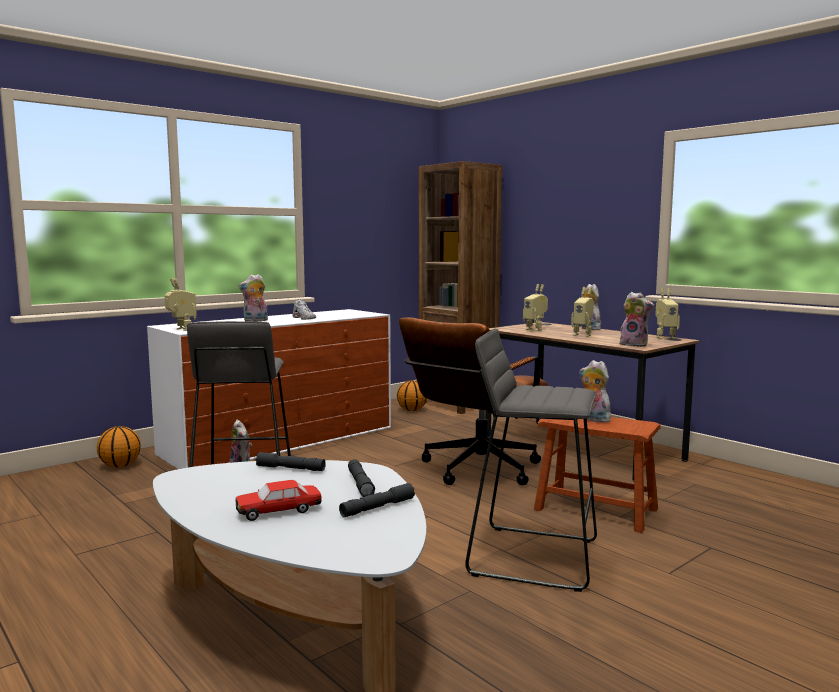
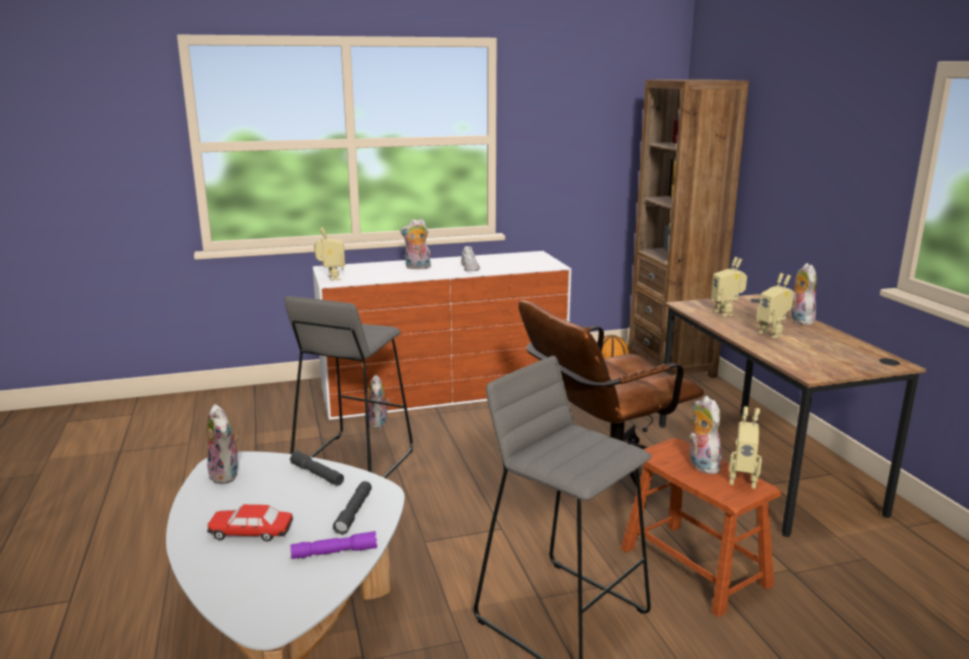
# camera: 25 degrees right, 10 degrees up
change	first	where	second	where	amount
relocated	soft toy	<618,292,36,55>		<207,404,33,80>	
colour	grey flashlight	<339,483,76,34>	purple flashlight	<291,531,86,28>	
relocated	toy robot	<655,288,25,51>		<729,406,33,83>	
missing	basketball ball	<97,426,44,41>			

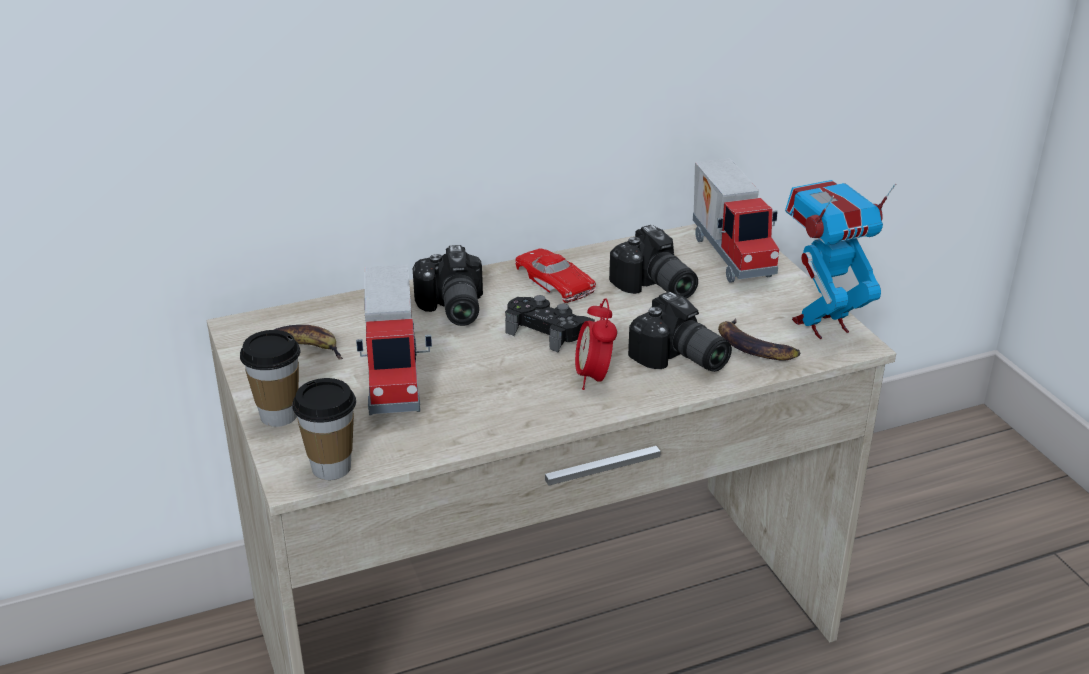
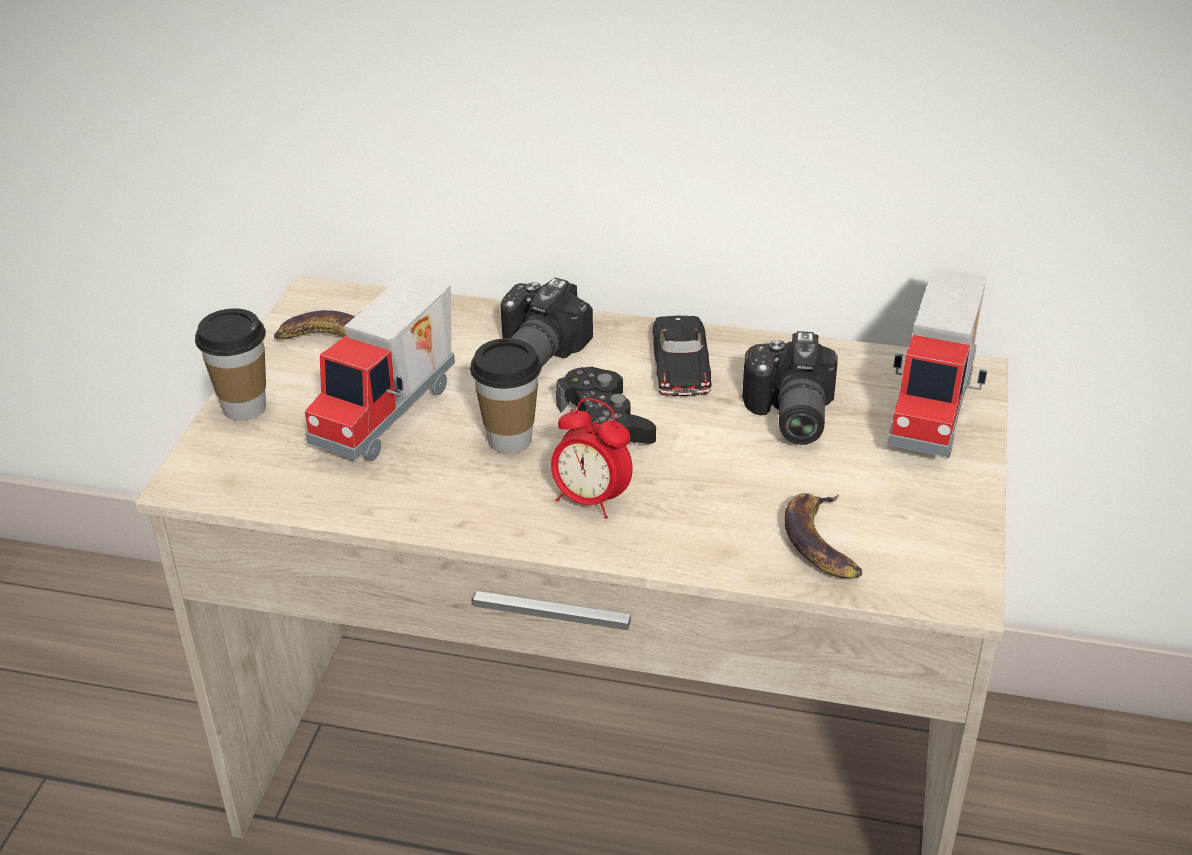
# camera: 35 degrees right, 5 degrees up
change	first	where	second	where	amount
relocated	small cup	<292,378,64,102>		<470,338,72,116>	
spun	alarm clock	<575,298,42,92>		<551,398,82,121>	90 degrees counterclockwise
colour	reddish model car	<515,248,81,55>	black model car	<652,316,60,81>	
missing	still camera	<628,291,104,81>			
missing	toy robot	<785,180,111,159>			

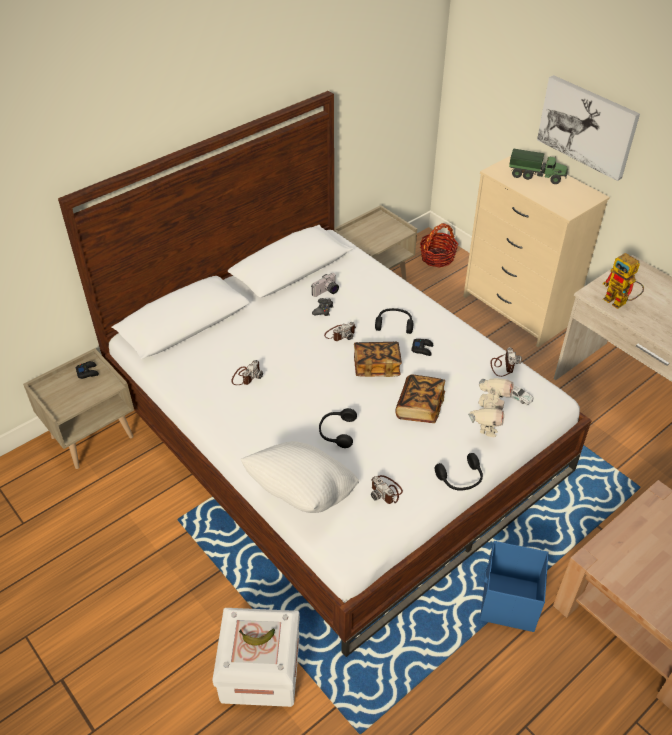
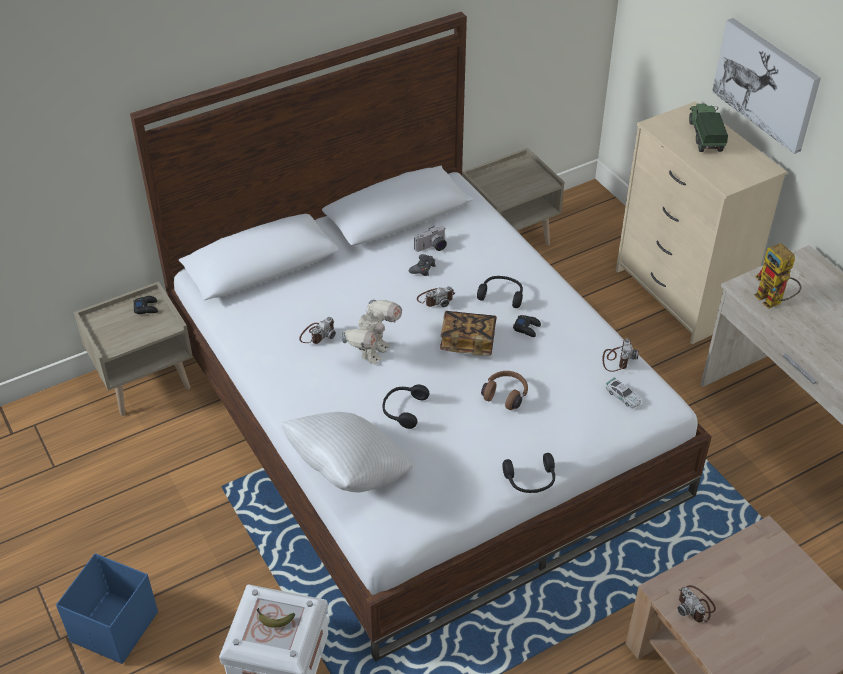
# camera: 10 degrees right, 0 degrees up
change	first	where	second	where	amount
relocated	blue-coloured storage bin	<480,541,69,91>		<56,553,102,111>	
relocated	toy robot	<468,378,46,59>		<340,300,62,64>	
exchanged	volume	<395,375,50,48>	brown pair of headphones	<481,371,47,39>	
relocated	still camera	<371,475,32,29>		<678,585,38,38>	
spun	model truck	<509,148,59,36>		<689,104,39,48>	120 degrees counterclockwise
missing	basket	<420,223,38,45>			

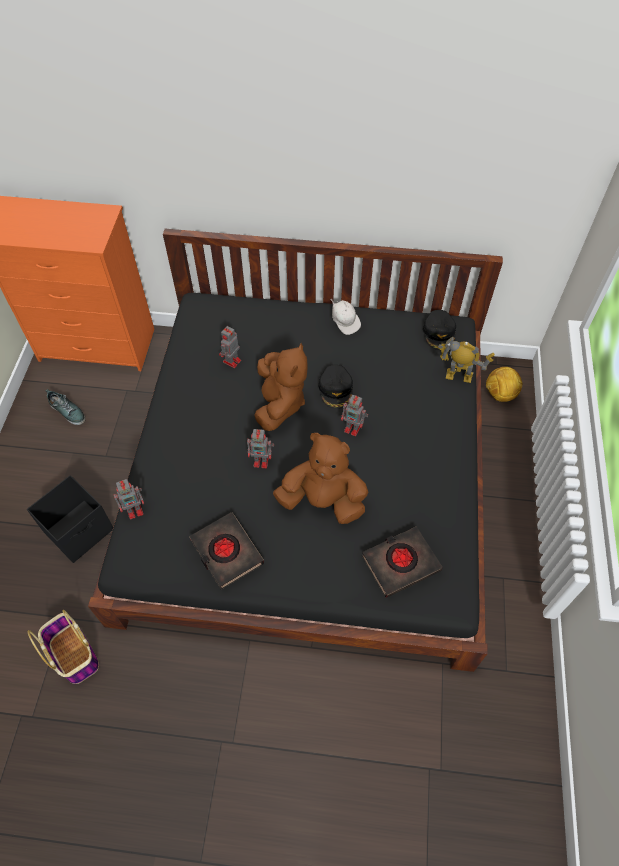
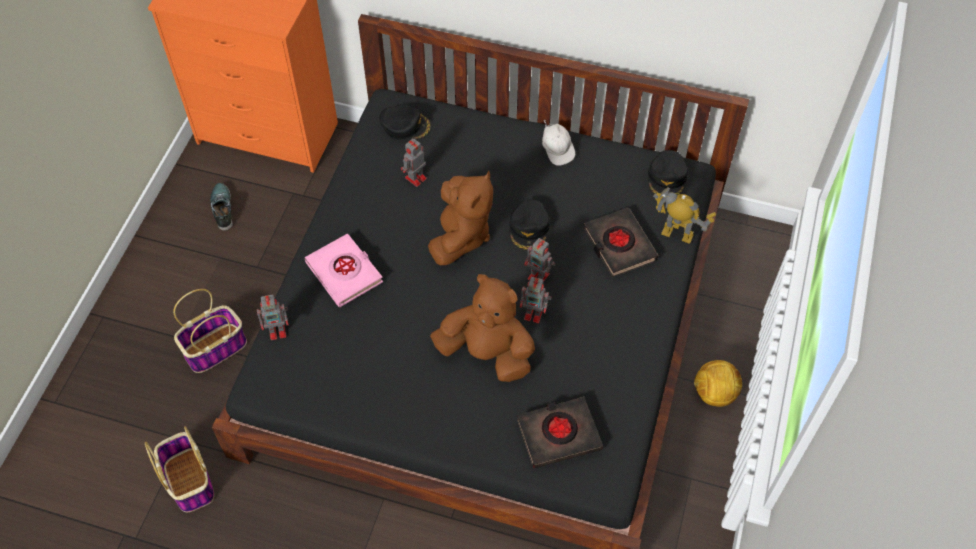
# camera: 10 degrees right, 0 degrees up
change	first	where	second	where	amount
exchanged	black storage bin	<27,475,86,88>	basket	<173,289,74,84>	
spun	shoe	<45,389,40,36>		<210,183,23,48>	150 degrees counterclockwise
appeared			pinkish volume	<305,233,78,74>	
appeared			black baseball cap	<379,105,53,34>	
relocated	toy robot	<247,429,27,39>		<520,277,32,46>	
relocated	black volume	<189,512,75,77>		<584,207,74,70>	
relocated	ball for football	<486,367,36,35>		<694,360,48,47>	

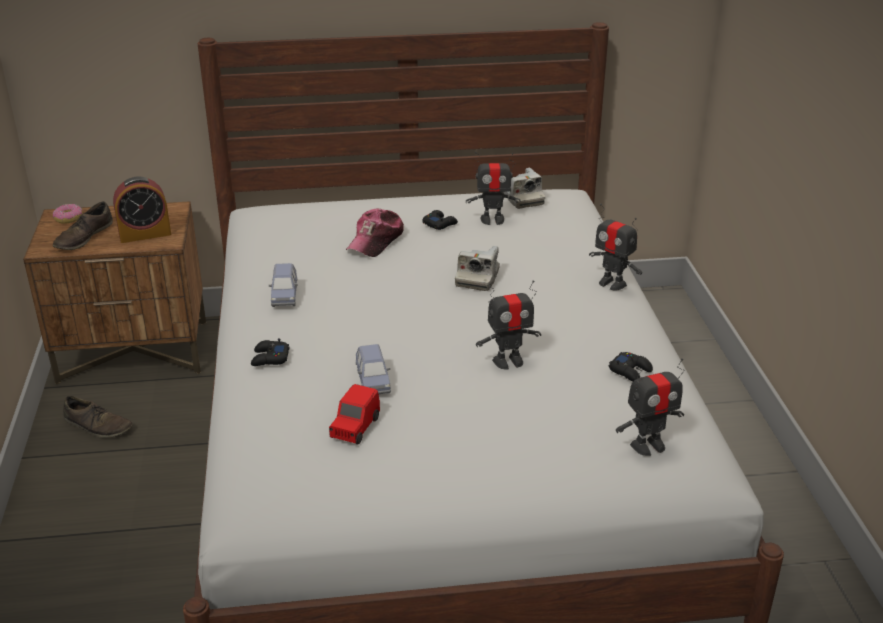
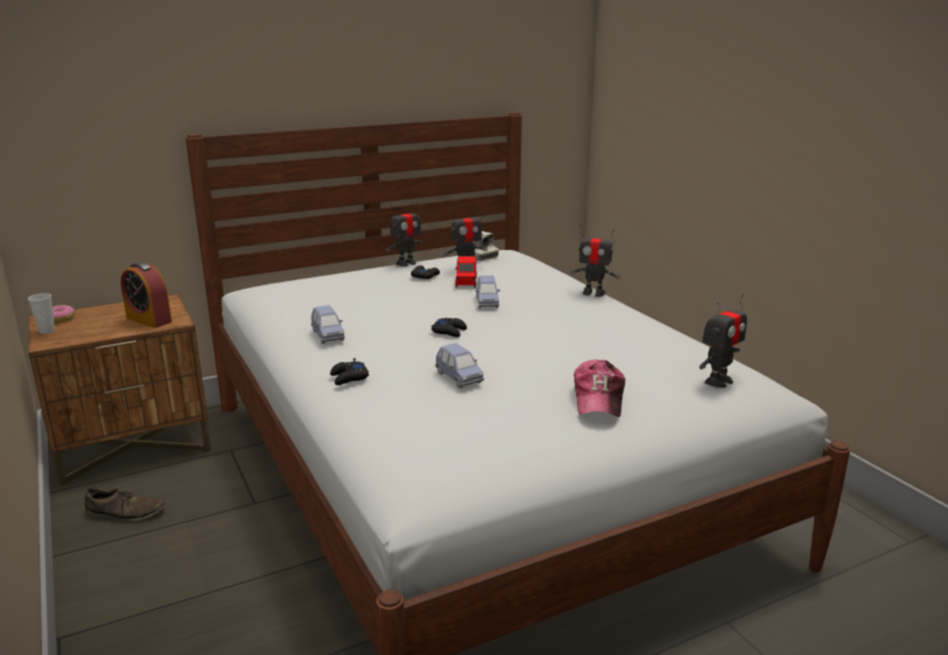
# camera: 20 degrees left, 10 degrees down
change	first	where	second	where	amount
appeared			small cup	<28,293,27,41>	
spun	alarm clock	<113,176,58,67>		<121,262,51,66>	75 degrees clockwise
relocated	toy robot	<476,280,65,90>		<385,202,40,64>	
relocated	black joypad	<609,352,44,30>		<431,318,36,19>	
relocated	reddish model car	<329,384,51,61>		<455,256,22,31>	
exchanged	still camera	<455,246,45,45>	blue-coloured model car	<476,275,24,34>	
relocated	baseball cap	<346,209,58,48>		<574,360,51,57>	
missing	brown shoe	<53,202,60,48>			

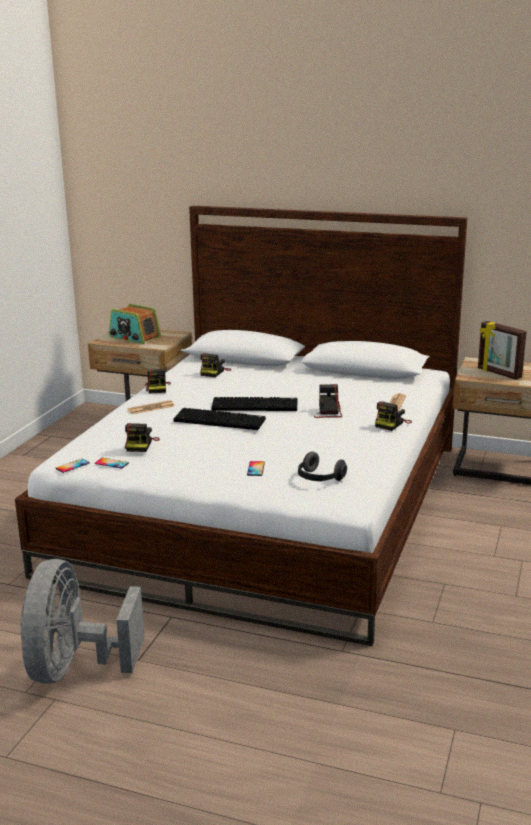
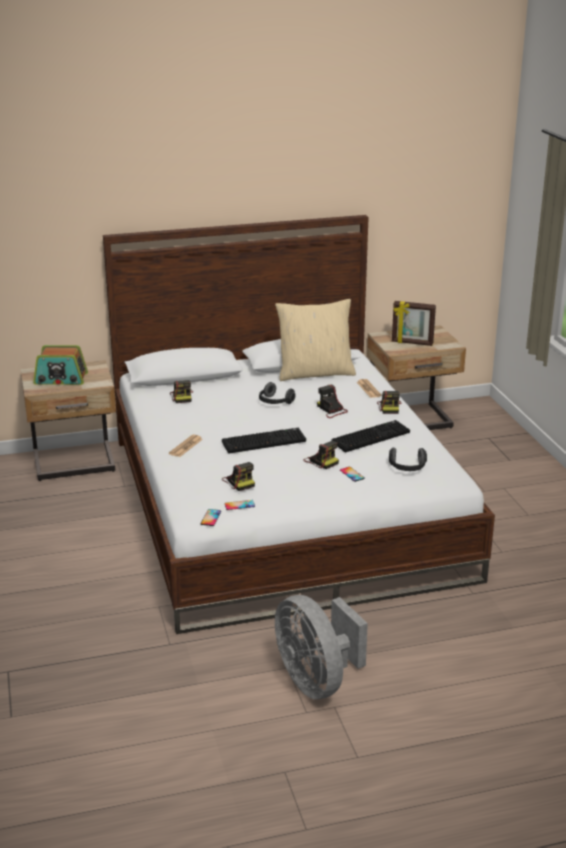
# camera: 35 degrees left, 5 degrees up
change	first	where	second	where	amount
appeared			pair of headphones	<259,382,37,22>	
appeared			sand-coloured cushion	<275,299,81,82>	
relocated	still camera	<145,369,26,25>		<303,441,36,28>	
relocated	keyboard	<211,397,86,14>		<331,420,79,32>	

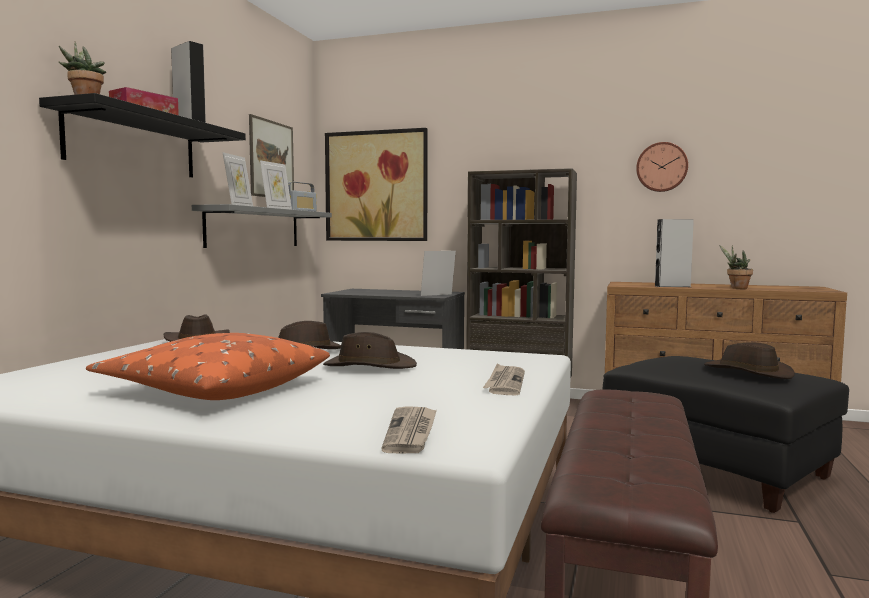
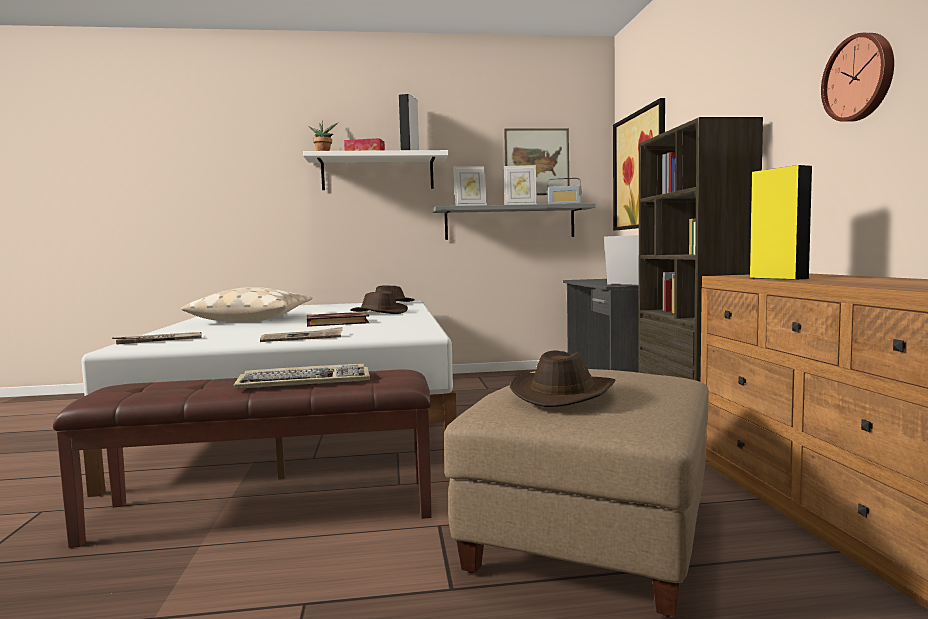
# camera: 65 degrees right, 0 degrees up
change	first	where	second	where	amount
colour	orange-coloured cushion	<86,333,244,67>	sand-coloured cushion	<181,287,131,35>	
appeared			keyboard	<234,364,136,24>	
colour	black wall shelf	<39,93,207,84>	whitish wall shelf	<303,150,145,40>	
exchanged	brown wearable hat	<323,332,94,37>	volume	<307,312,62,15>	
colour	black pouffe	<603,356,246,157>	sand-coloured pouffe	<444,369,265,248>	
colour	grey speaker	<655,219,39,68>	yellow speaker	<750,165,62,115>	
missing	houseplant	<719,245,34,44>			

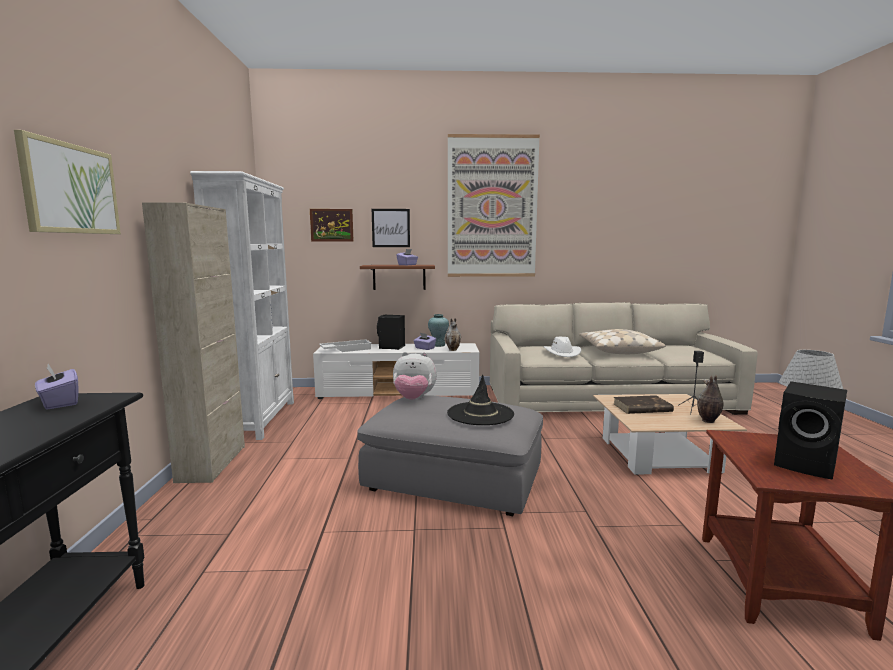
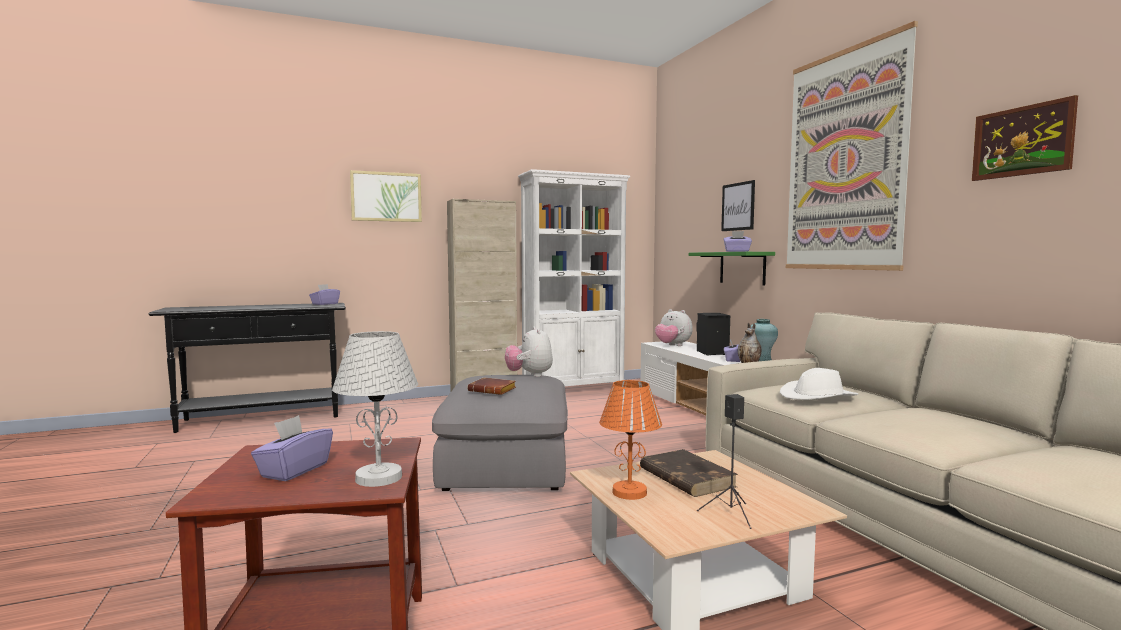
# camera: 70 degrees right, 5 degrees down
change	first	where	second	where	amount
exchanged	black speaker	<774,381,73,99>	purple tissue holder	<251,415,82,66>	
exchanged	black wearable hat	<447,374,67,51>	brown volume	<468,377,48,18>	
appeared			orange-coloured tabletop lamp	<599,380,63,120>	
exchanged	whitish carrying tray	<319,339,53,13>	soft toy	<655,309,38,37>	
colour	brown wall shelf	<360,265,75,25>	greenish wall shelf	<689,252,86,33>	
relocated	picture	<310,209,44,33>		<972,95,106,86>	
missing	sand-coloured cushion	<579,329,87,25>			
missing	vase	<697,375,26,48>			

